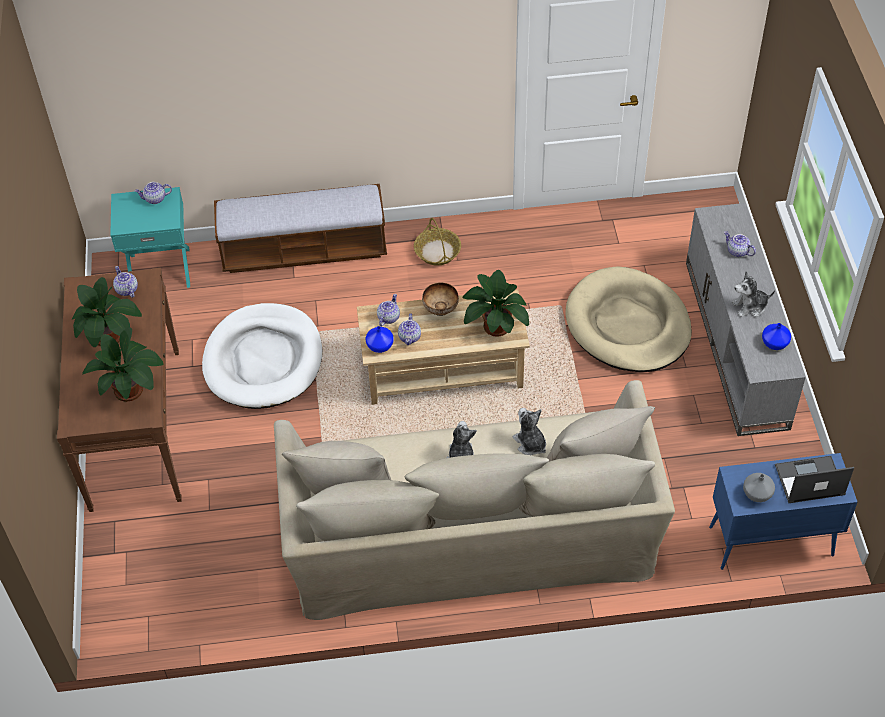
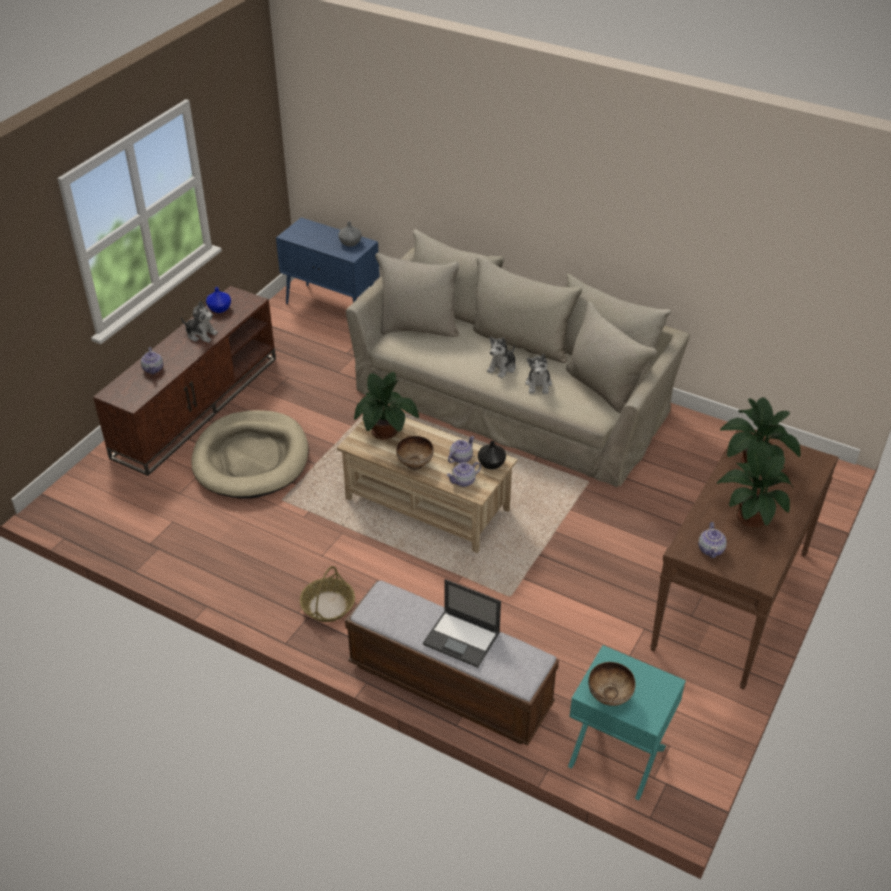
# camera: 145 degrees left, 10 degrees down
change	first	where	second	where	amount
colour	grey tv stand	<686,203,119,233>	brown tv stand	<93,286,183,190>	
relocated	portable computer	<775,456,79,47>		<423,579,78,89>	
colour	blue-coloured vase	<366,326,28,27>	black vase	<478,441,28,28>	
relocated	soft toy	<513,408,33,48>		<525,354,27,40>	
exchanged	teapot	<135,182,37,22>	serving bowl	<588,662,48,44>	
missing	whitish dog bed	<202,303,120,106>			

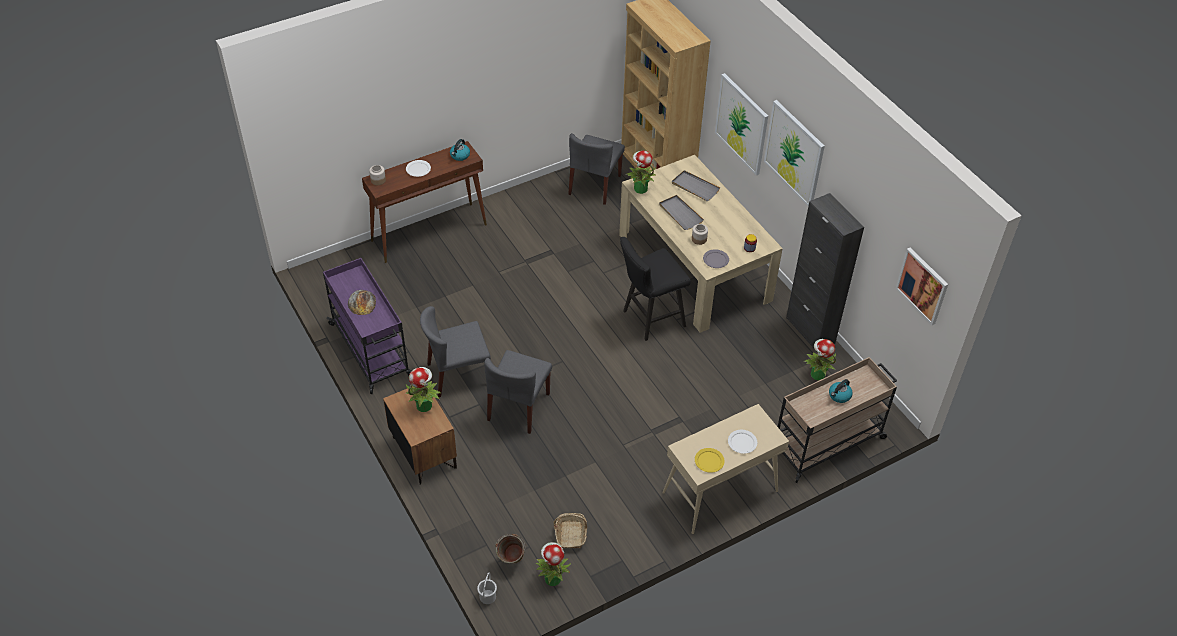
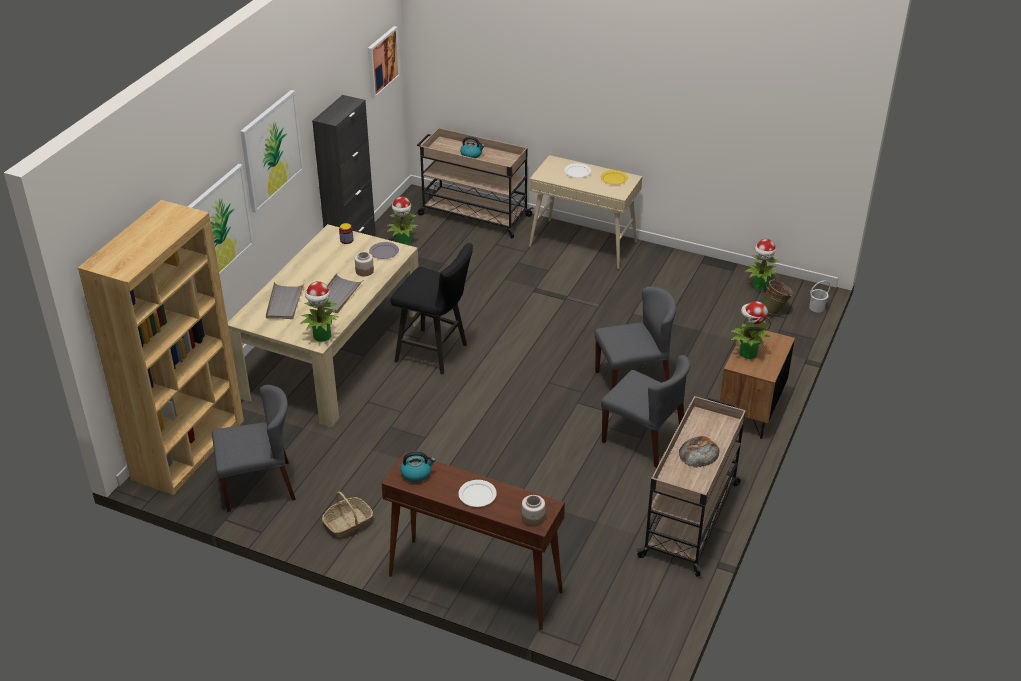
# camera: 125 degrees left, 10 degrees down
change	first	where	second	where	amount
relocated	basket	<553,513,34,35>		<322,491,51,46>	
colour	purple trolley	<323,258,89,136>	sand-coloured trolley	<636,396,110,181>	

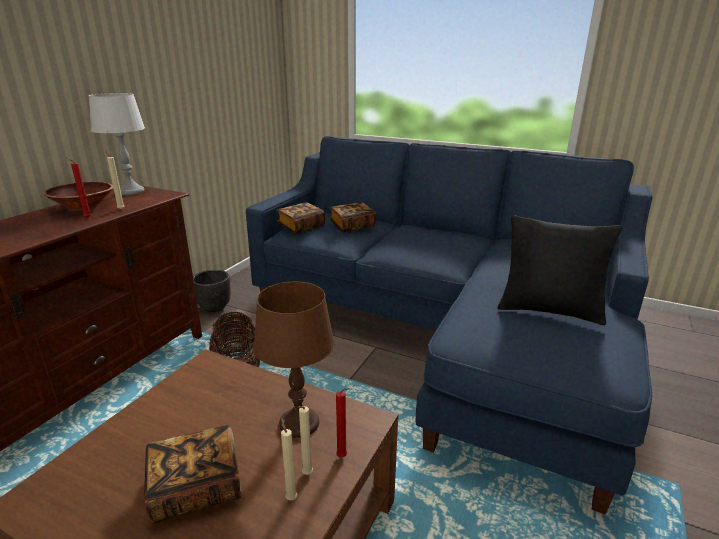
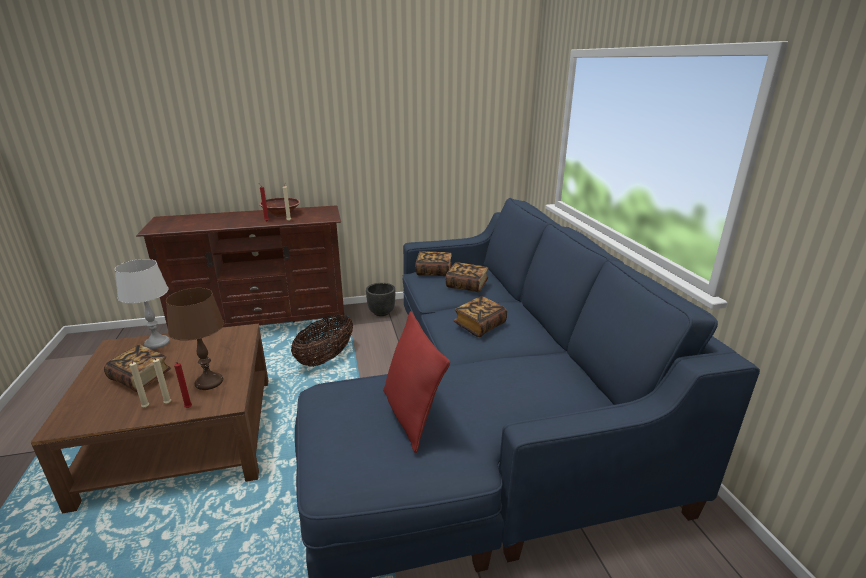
# camera: 50 degrees right, 0 degrees up
change	first	where	second	where	amount
relocated	grey tabletop lamp	<88,93,57,102>		<115,259,55,90>	
colour	black cushion	<498,215,124,110>	reddish cushion	<383,311,67,142>	
appeared			volume	<453,296,54,41>	

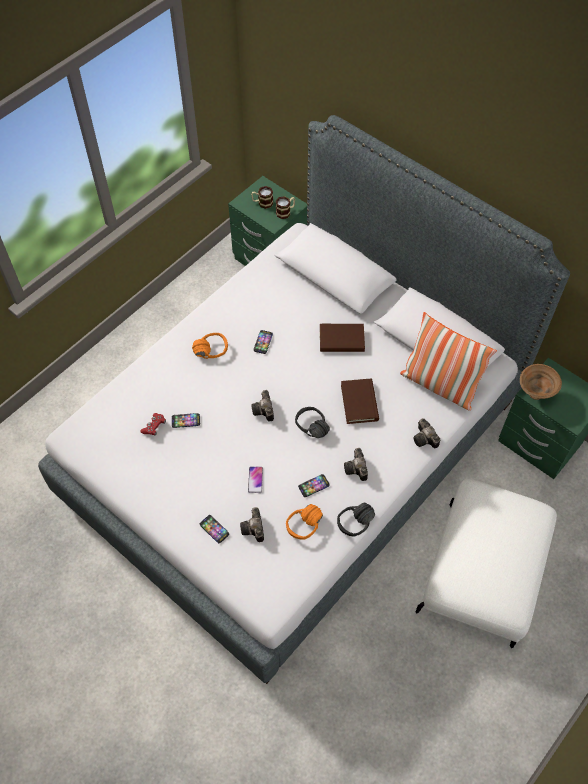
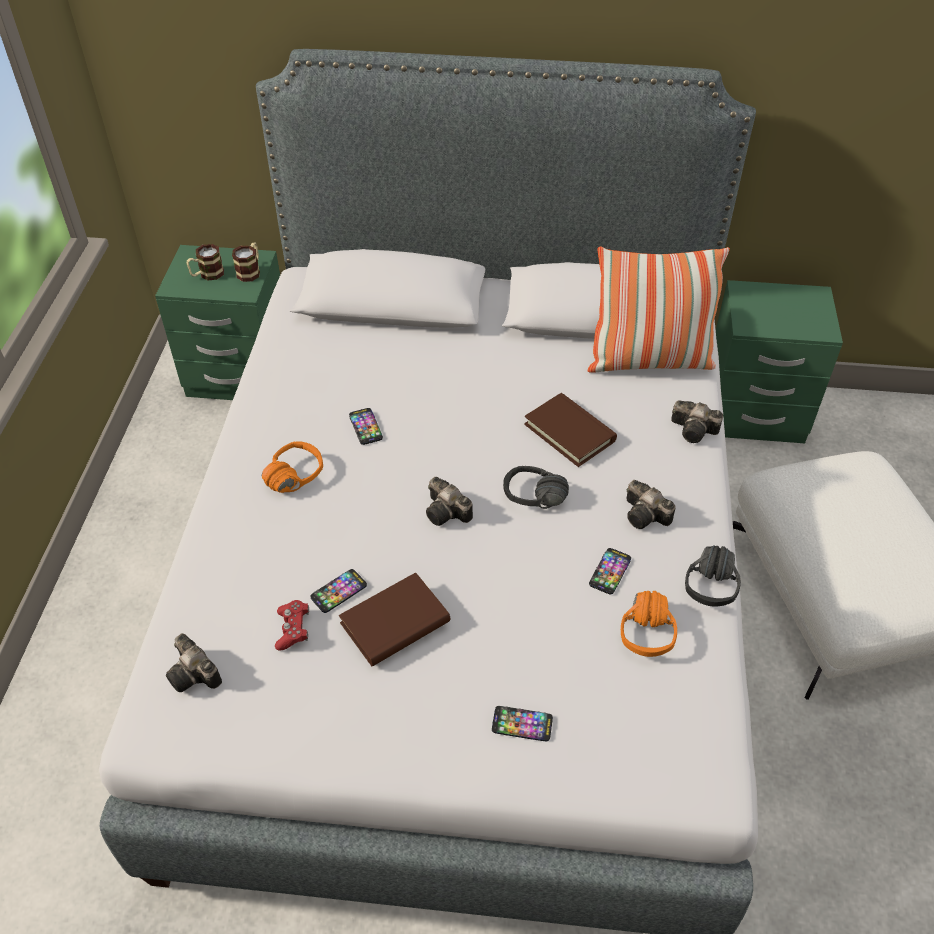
# camera: 35 degrees left, 10 degrees down
change	first	where	second	where	amount
relocated	still camera	<240,507,24,35>		<166,633,56,59>	
relocated	brown volume	<320,324,45,28>		<339,573,111,93>	
missing	phone	<248,466,15,27>			
missing	brown serving bowl	<520,364,42,36>			

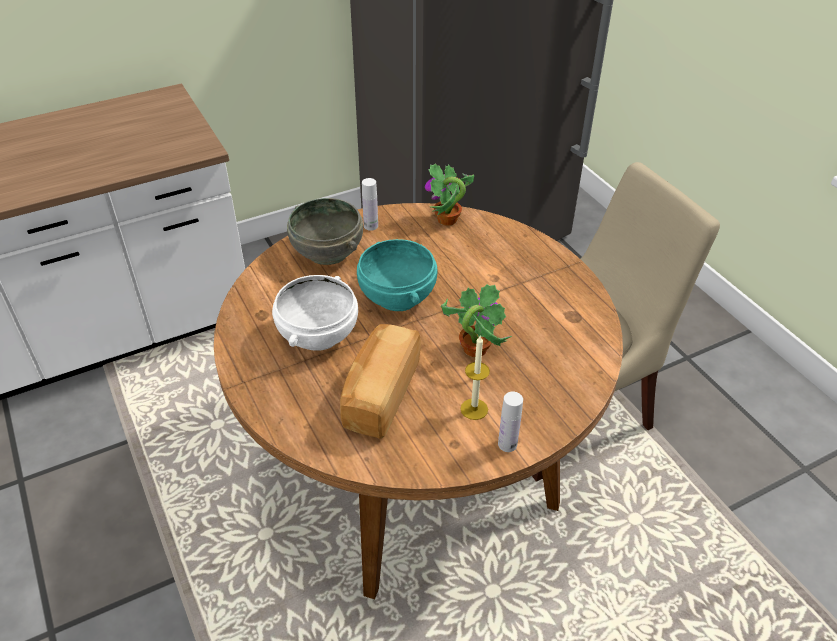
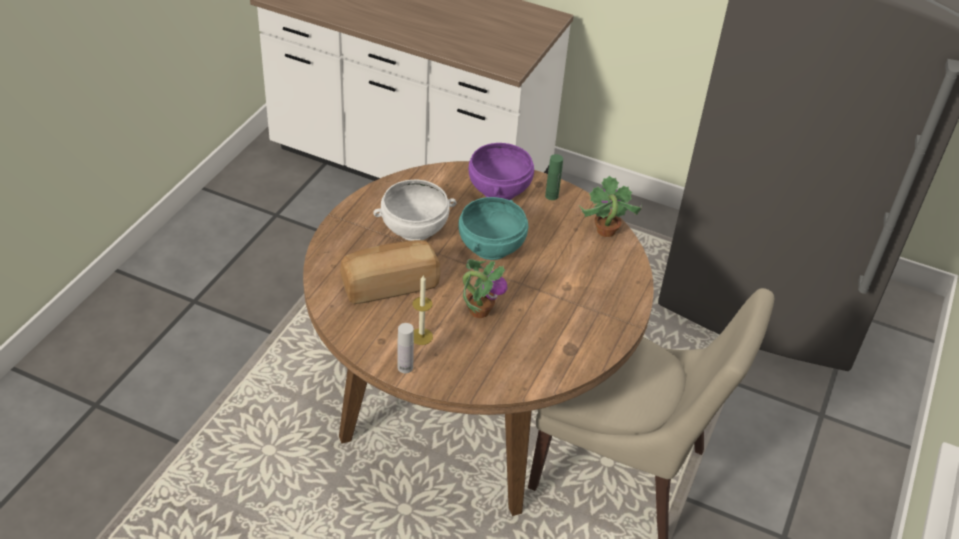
# camera: 50 degrees right, 0 degrees up
change	first	where	second	where	amount
colour	grey serving bowl	<287,198,76,67>	purple serving bowl	<469,143,65,57>	
colour	whitish bottle	<362,178,16,53>	greenish bottle	<545,154,18,46>	

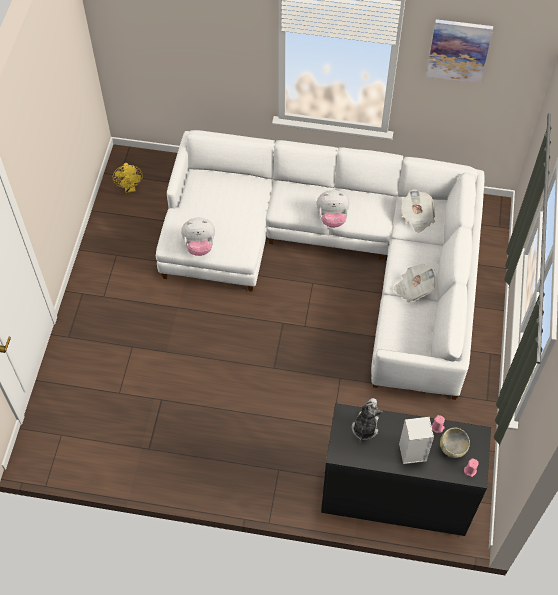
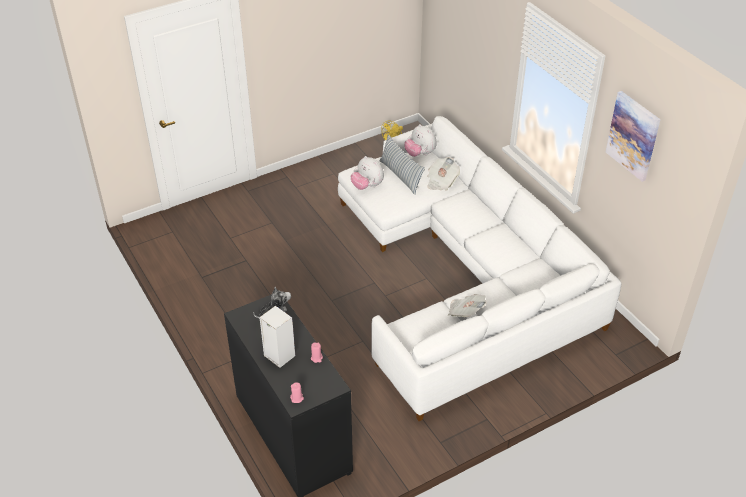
# camera: 50 degrees right, 15 degrees down
change	first	where	second	where	amount
appeared			cushion	<379,135,46,60>	
relocated	soft toy	<316,190,34,38>		<404,124,33,33>	
relocated	daily paper	<401,189,34,44>		<427,157,33,34>	
missing	sand-coloured serving bowl	<440,427,30,31>			

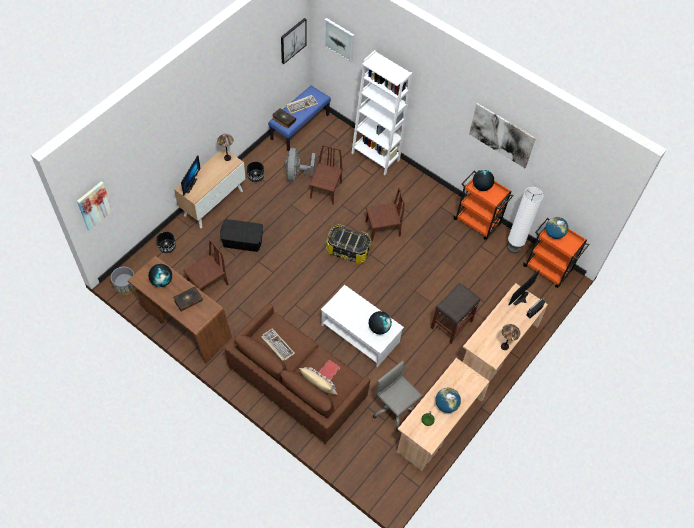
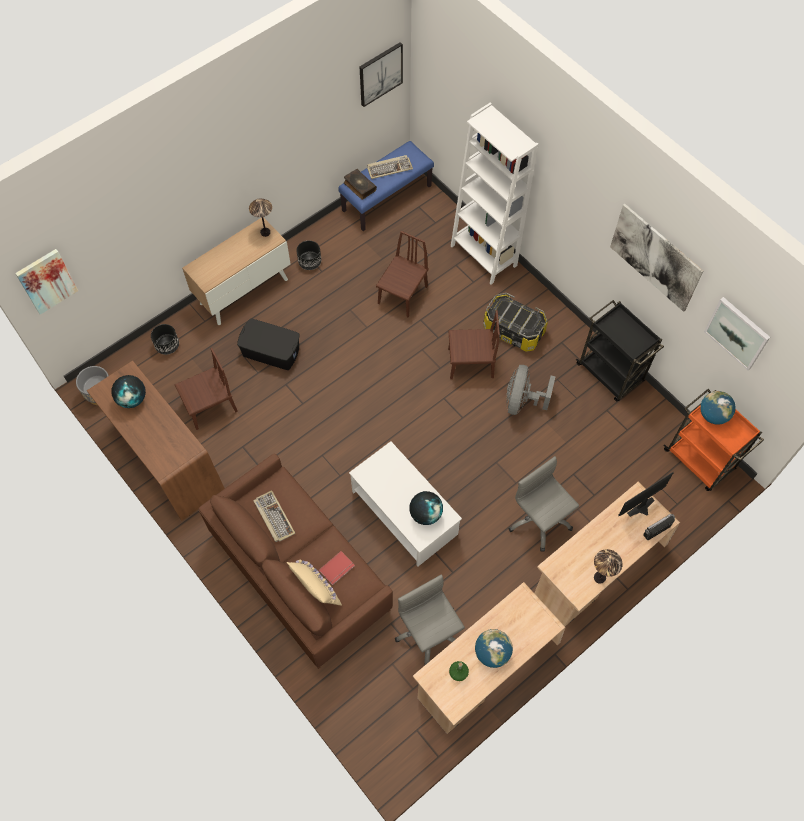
# camera: 15 degrees right, 5 degrees up
change	first	where	second	where	amount
relocated	storage bin	<326,224,46,40>		<483,293,65,59>	
relocated	grey cooling fan	<285,148,30,33>		<506,365,49,50>	
exchanged	grey stool	<431,283,49,61>	grey computer chair	<508,456,71,96>	
colour	orange-coloured trolley	<453,170,61,70>	black trolley	<576,300,88,101>	
relocated	picture	<324,18,30,44>		<704,297,66,73>	
missing	volume	<173,286,30,25>			
missing	computer screen	<181,155,20,41>			
missing	world globe	<473,170,21,21>			
missing	whitish floor lamp	<507,187,36,66>			

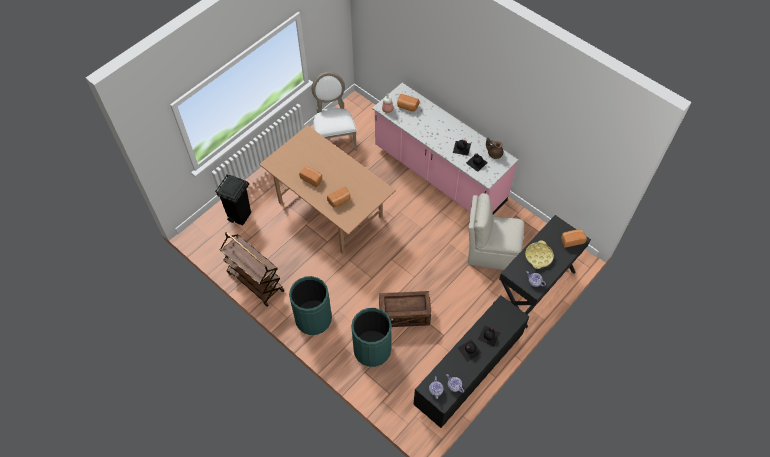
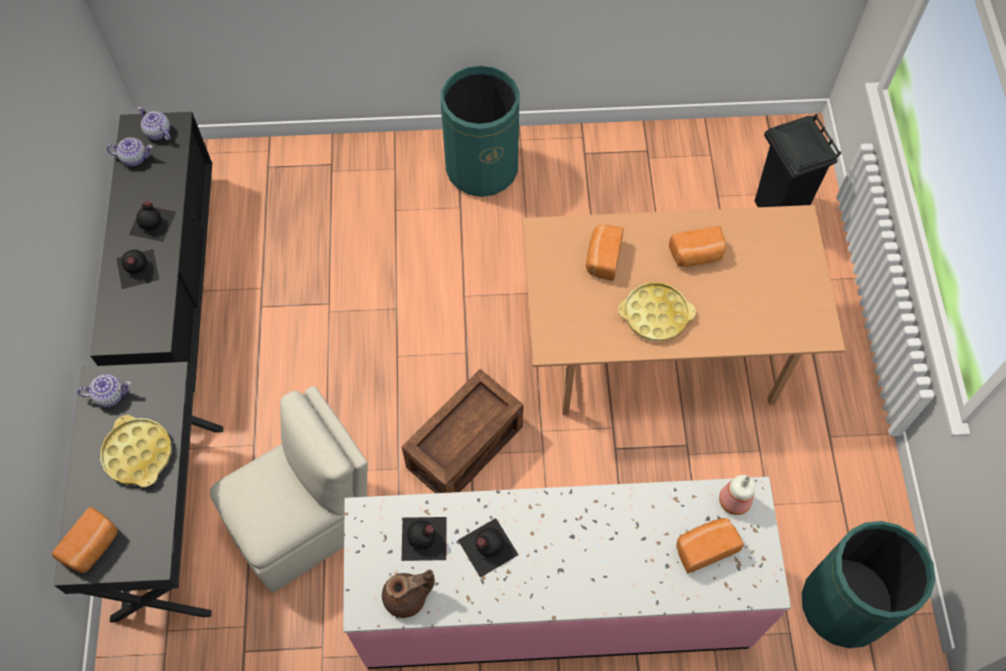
# camera: 135 degrees right, 5 degrees up
change	first	where	second	where	amount
relocated	shipping crate	<379,291,52,36>		<402,369,122,124>	
appeared			yellow carrying tray	<618,282,78,59>	
relocated	greenish rubbish bin	<351,308,41,59>		<802,521,133,127>	
missing	brown trolley	<220,232,64,75>			
missing	whitish chair	<312,72,45,79>			

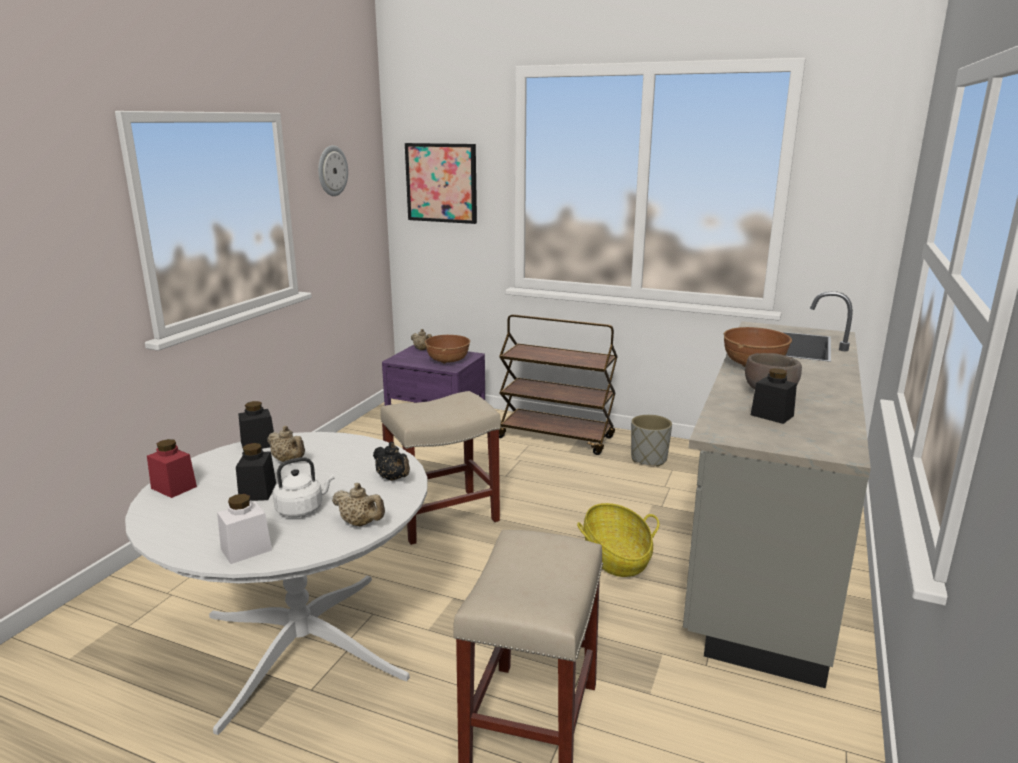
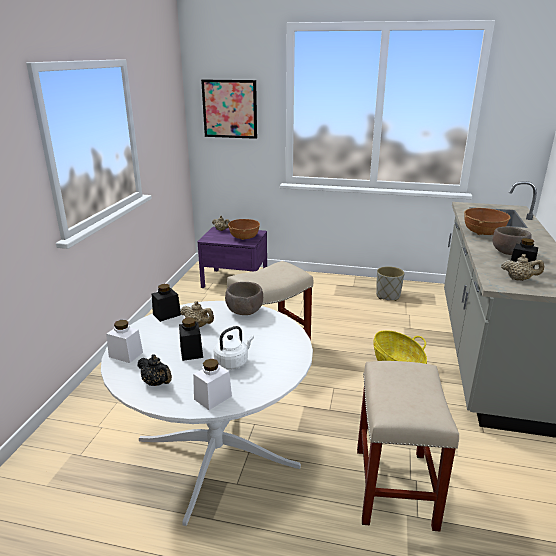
# camera: 10 degrees left, 5 degrees up
change	first	where	second	where	amount
colour	reddish jar	<147,439,50,59>	whitish jar	<106,320,37,43>	
relocated	black teapot	<373,442,37,39>		<137,354,35,32>	
appeared			brown serving bowl	<225,282,38,33>	
relocated	sand-coloured teapot	<332,483,53,44>		<501,254,43,27>	
missing	hanging clock	<318,145,30,51>			
missing	brown trolley	<499,314,119,141>			

